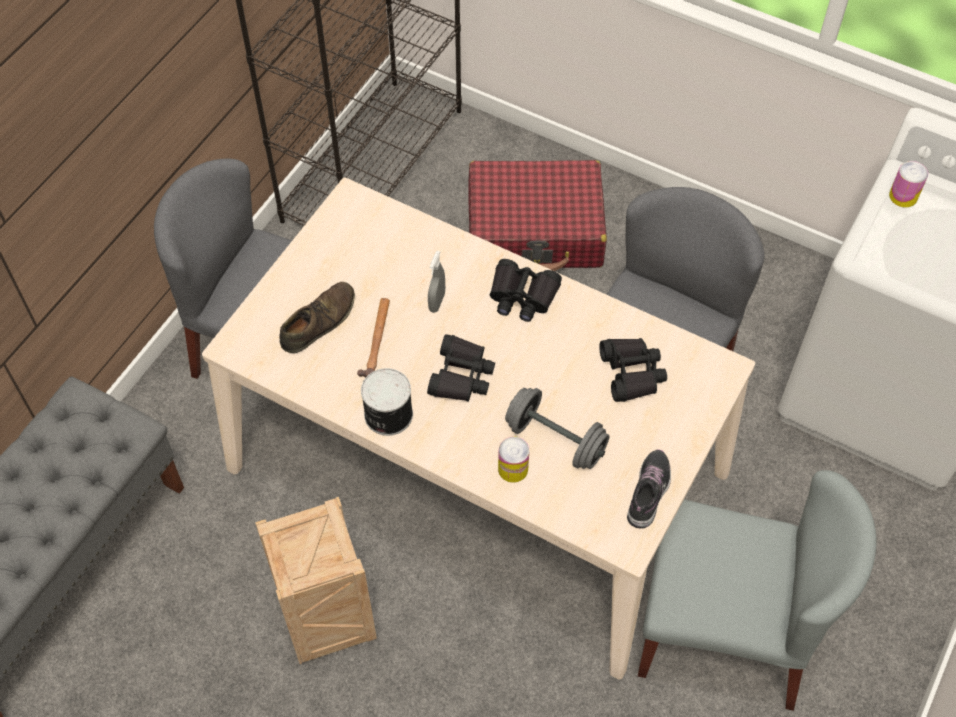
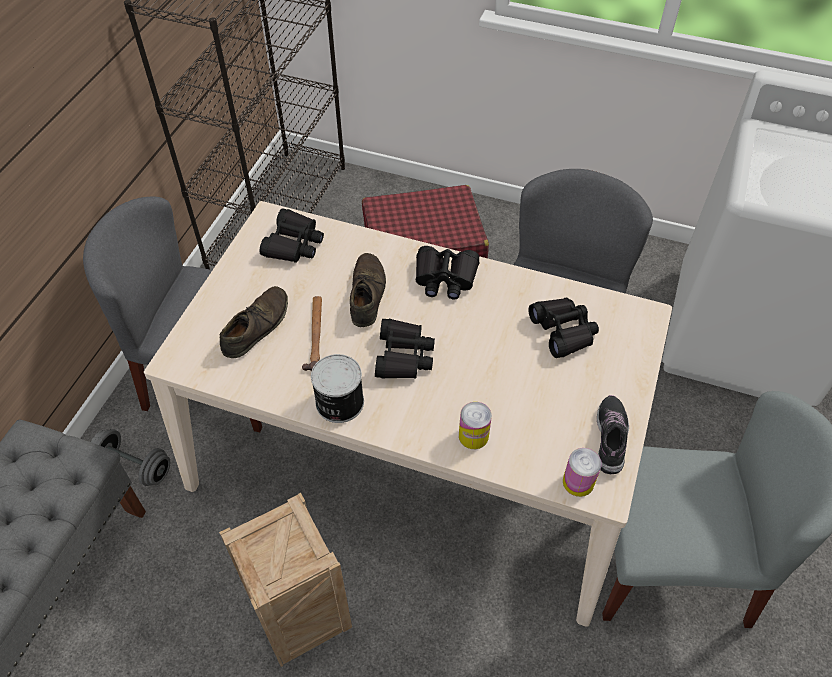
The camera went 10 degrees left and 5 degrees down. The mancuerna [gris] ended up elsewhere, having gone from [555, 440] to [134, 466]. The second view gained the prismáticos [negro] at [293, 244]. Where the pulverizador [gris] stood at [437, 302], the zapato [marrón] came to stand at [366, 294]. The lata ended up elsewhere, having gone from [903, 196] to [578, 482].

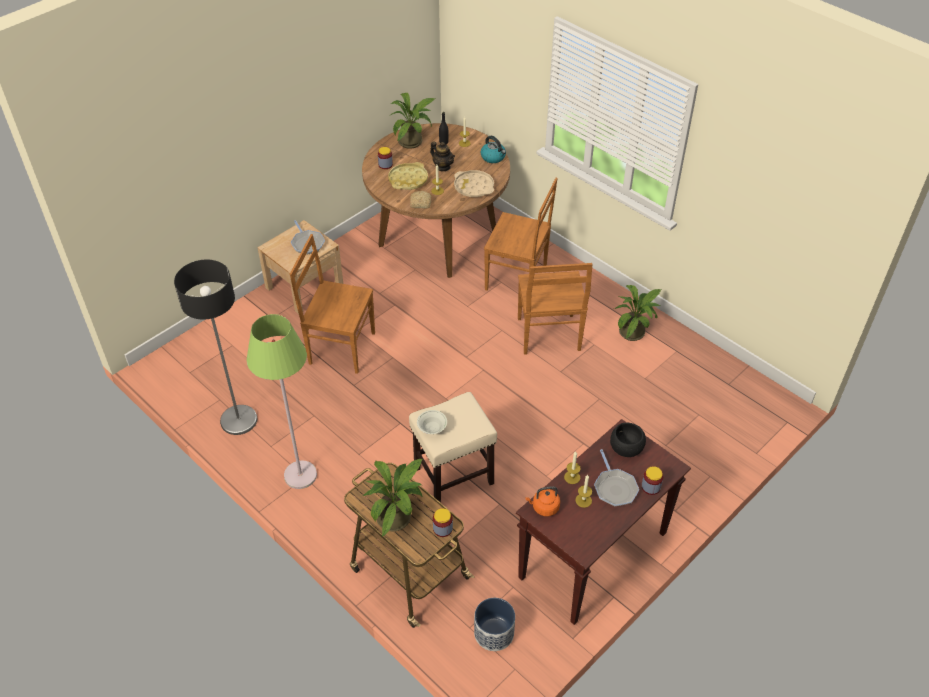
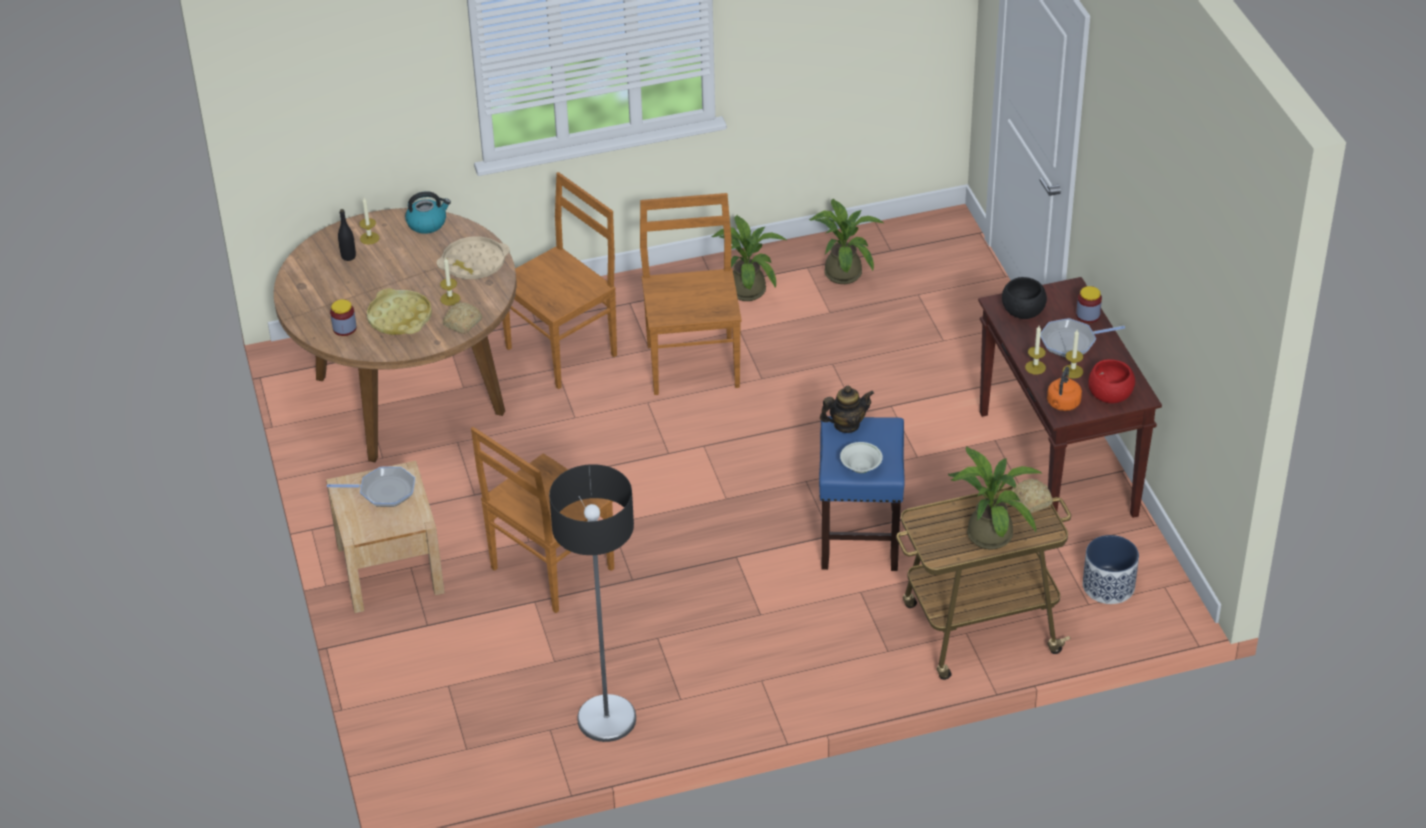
The camera went 60 degrees left and 5 degrees down. The silla [marrón] at [548, 336] ended up facing another way, 120 degrees counterclockwise from before. The planta en maceta ended up elsewhere, having gone from [413, 141] to [843, 271]. What was the taburete [beis] at [453, 476] turned into the taburete [azul] at [860, 538]. The tetera ended up elsewhere, having gone from [443, 167] to [846, 425]. Where the tarro stood at [442, 529], the pan came to stand at [1031, 500]. The sartén at [614, 488] ended up facing another way, 150 degrees clockwise from before. The second view gained the cuenco [rojo] at [1110, 394]. The second view lost the lámpara de pie [verde] at [300, 475].

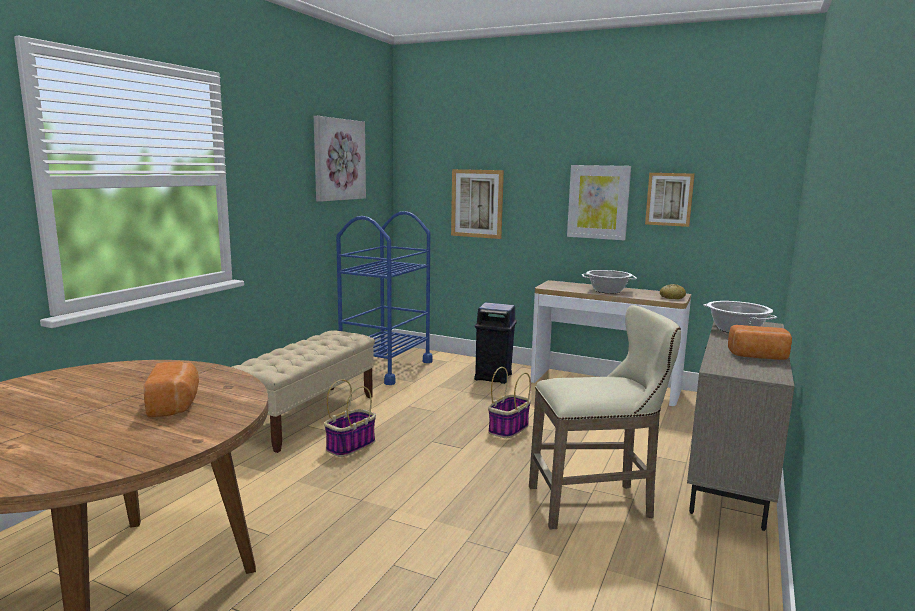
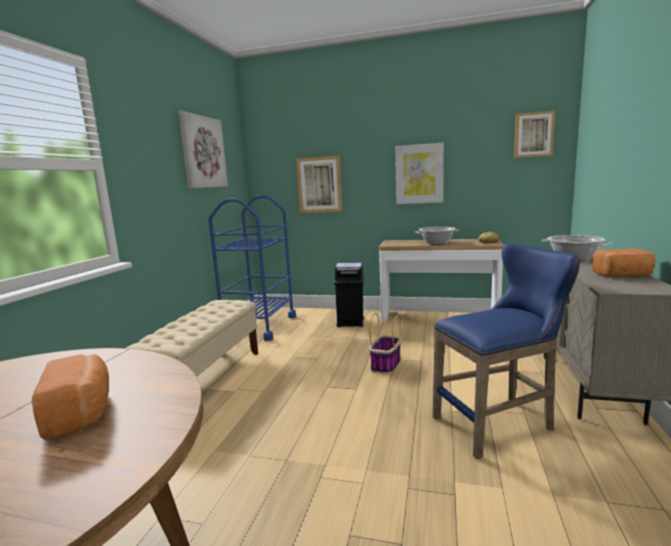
The camera went 10 degrees left and 0 degrees up. What was the taburete [beis] at [597, 504] turned into the taburete [azul] at [499, 424]. The cuadro ended up elsewhere, having gone from [669, 199] to [533, 135]. The second view lost the cesta at [351, 446].

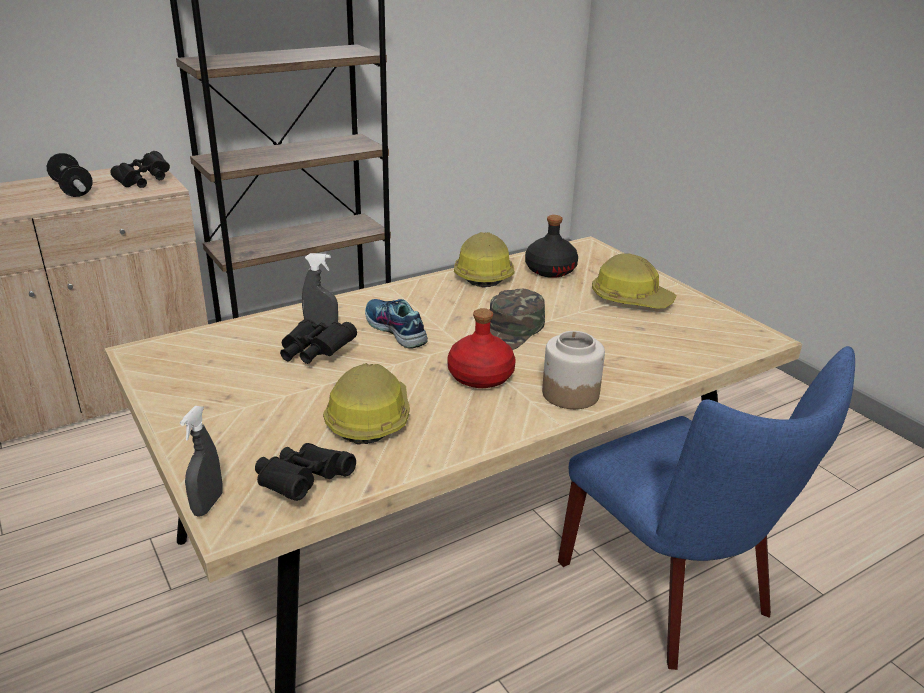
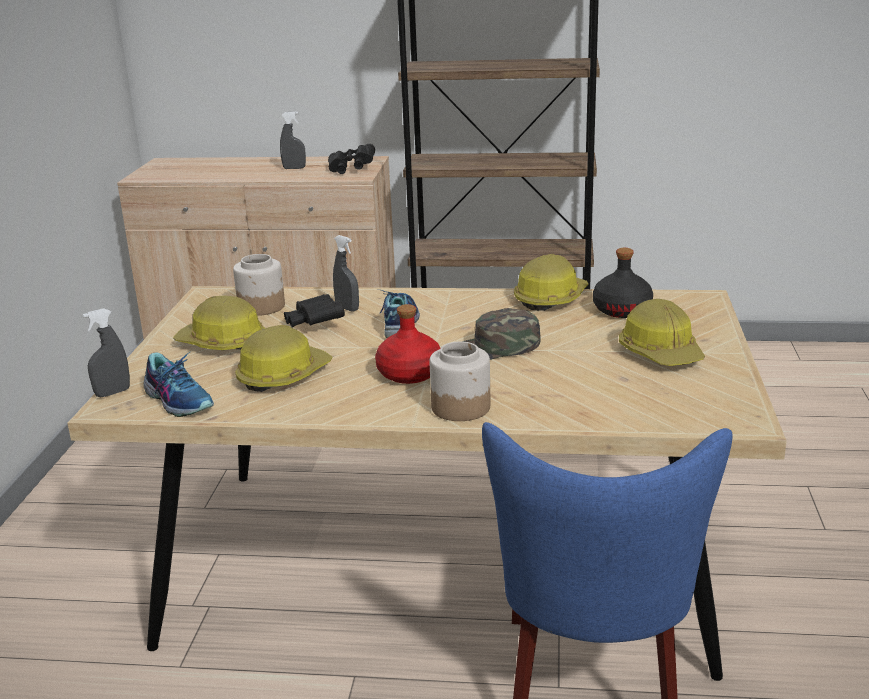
The camera went 40 degrees right and 5 degrees down. Where the prismáticos [negro] stood at [302, 483], the zapato came to stand at [179, 400]. The second view gained the casco at [222, 343]. The second view gained the tarro at [262, 307]. Where the mancuerna stood at [72, 189], the pulverizador [gris] came to stand at [294, 168].

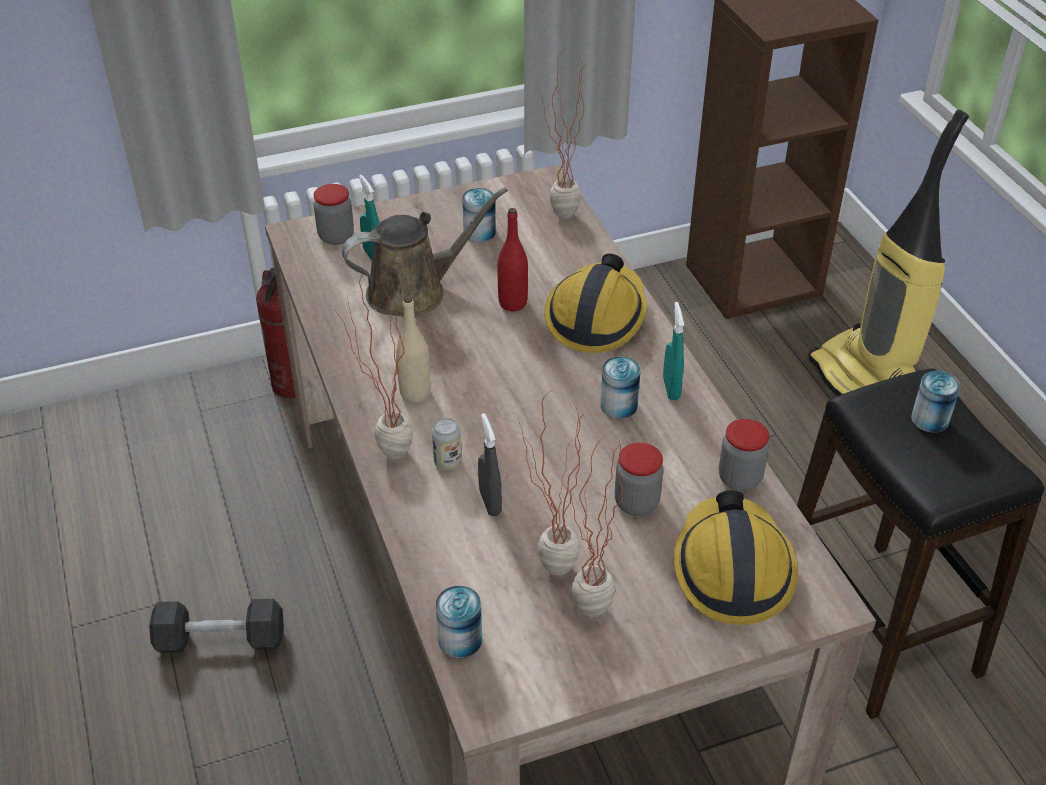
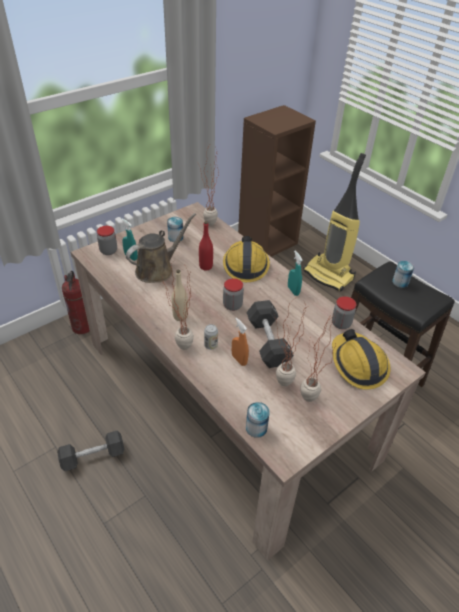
The camera went 20 degrees left and 0 degrees up. The tarro ended up elsewhere, having gone from [636, 503] to [232, 305]. What was the pulverizador [gris] at [490, 502] turned into the pulverizador [naranja] at [239, 359]. The second view gained the mancuerna [negro] at [268, 342]. The second view lost the lata at [618, 405].

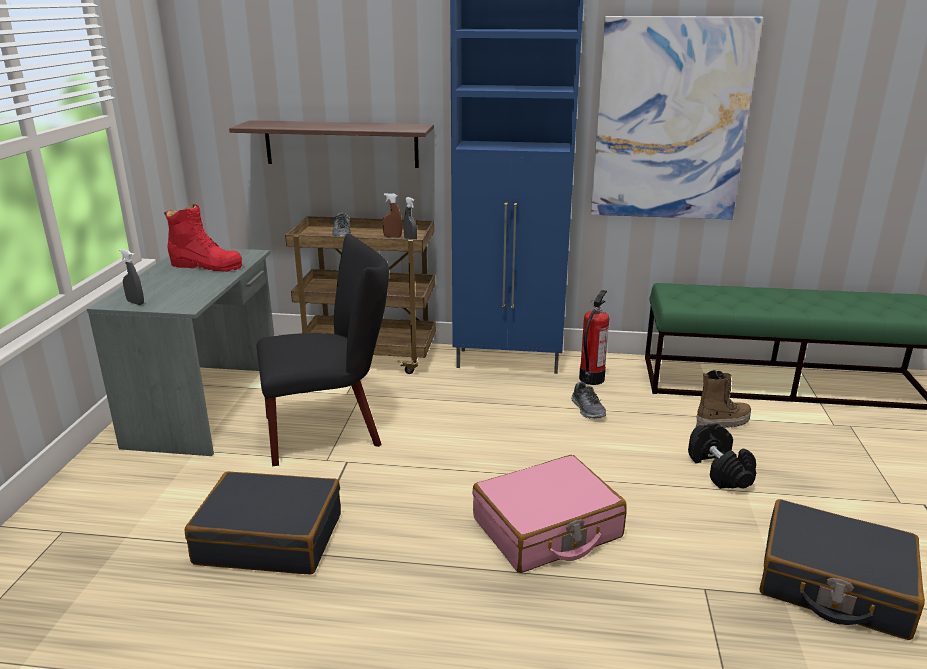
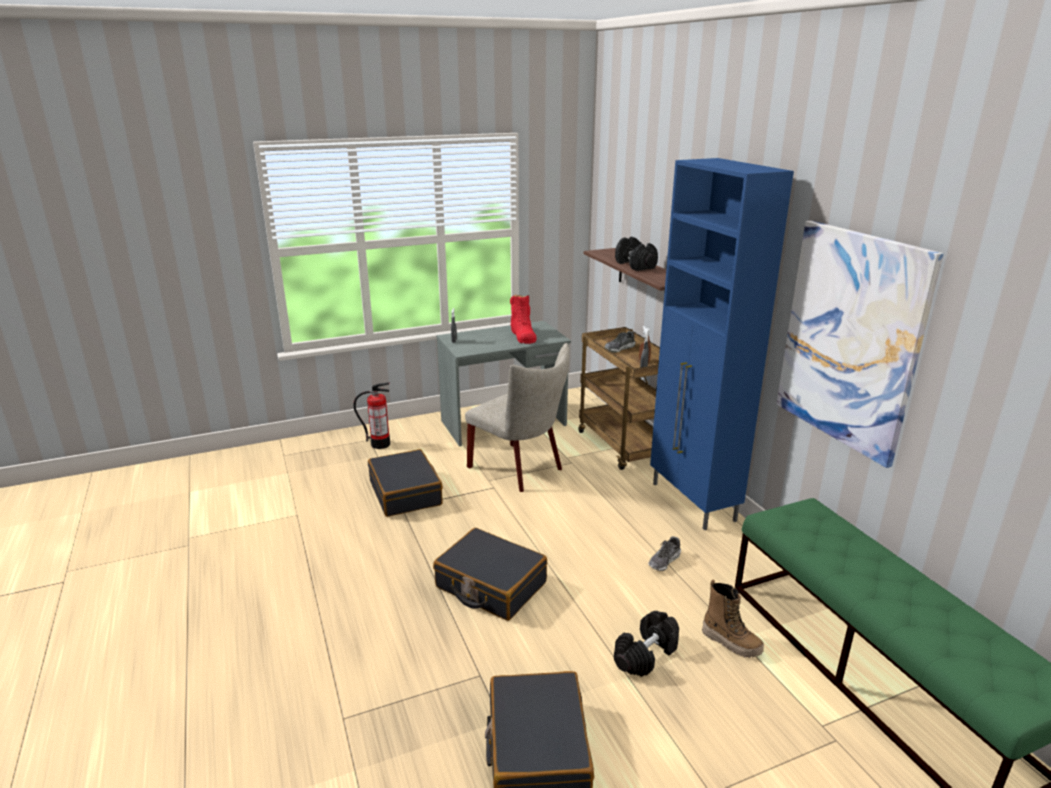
The camera went 60 degrees right and 0 degrees up. The extintor ended up elsewhere, having gone from [591, 379] to [380, 444]. What was the maleta [rosa] at [547, 529] turned into the maleta [negro] at [490, 585]. What was the silla [negro] at [331, 430] turned into the silla [beis] at [520, 469]. The second view gained the mancuerna [negro] at [636, 265].

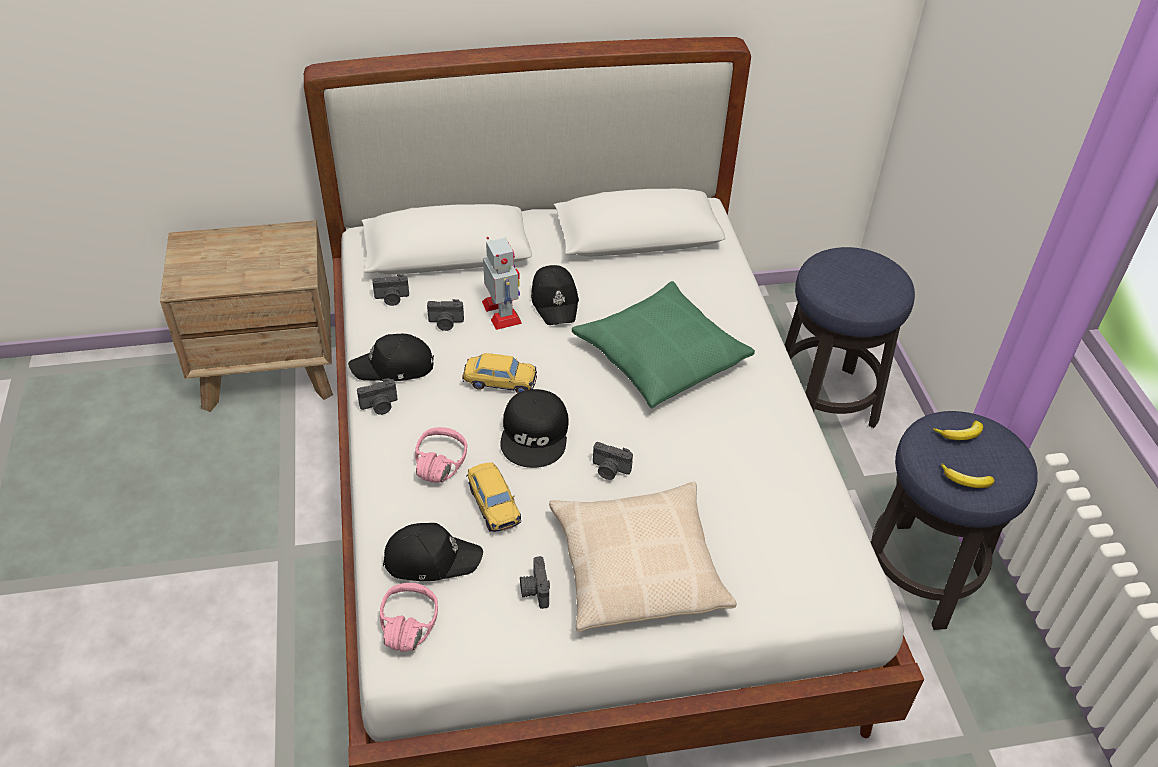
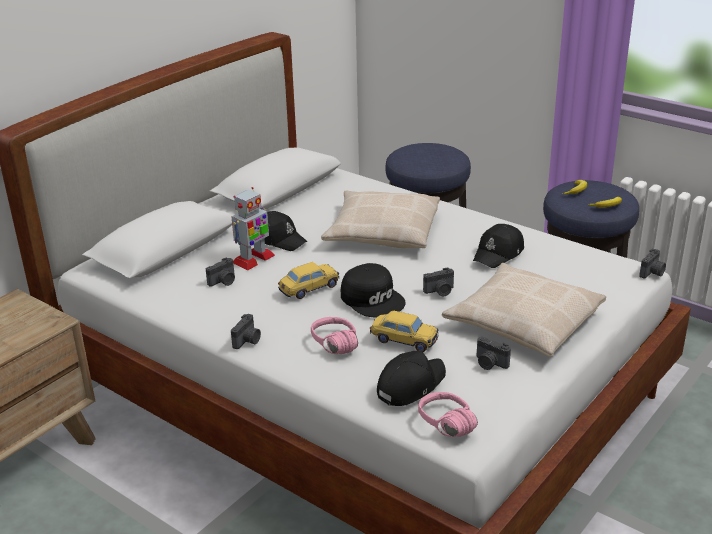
The camera went 40 degrees left and 15 degrees down. The robot de juguete at [502, 313] ended up facing another way, 105 degrees clockwise from before. What was the cojín [verde] at [660, 356] turned into the cojín [beis] at [382, 232]. The gorra [negro] ended up elsewhere, having gone from [394, 367] to [499, 253]. The cámara ended up elsewhere, having gone from [392, 298] to [652, 273].

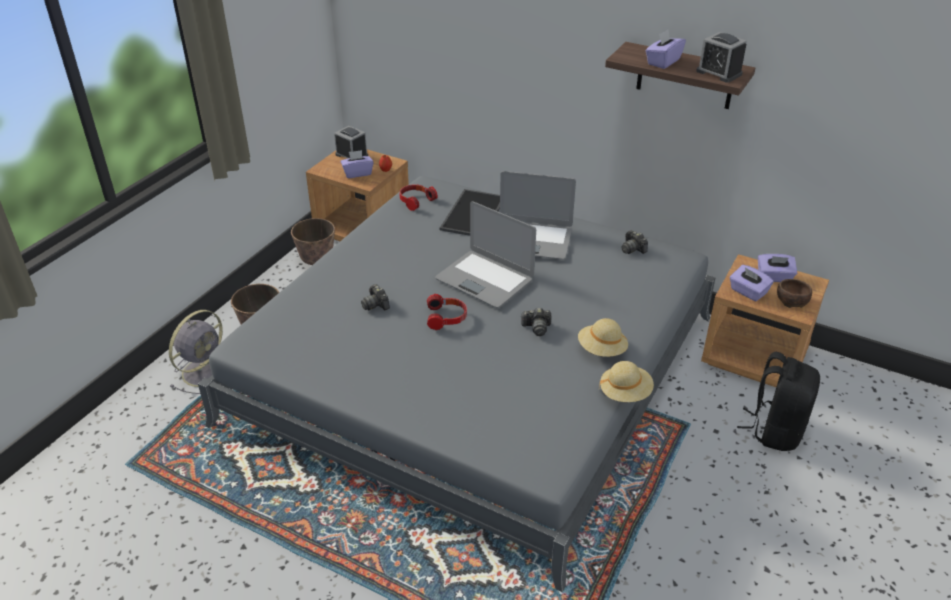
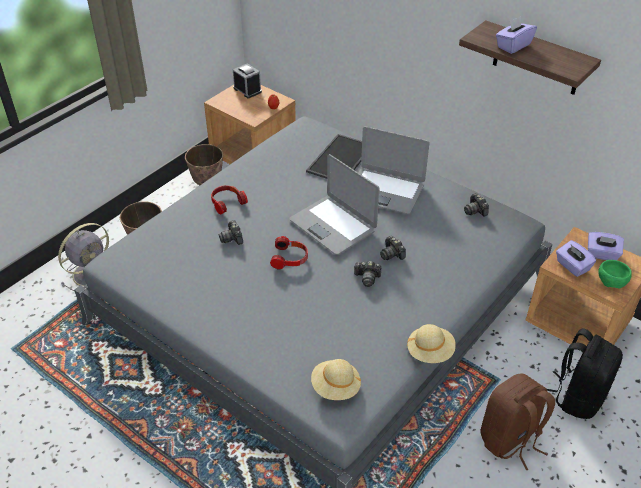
The camera went 10 degrees right and 5 degrees up. The auriculares ended up elsewhere, having gone from [415, 201] to [227, 202]. The sombrero [beis] ended up elsewhere, having gone from [601, 350] to [335, 387]. The second view gained the cámara at [392, 254]. The second view gained the mochila [marrón] at [510, 440]. What was the cuenco [marrón] at [791, 300] turned into the cuenco [verde] at [611, 280]. The second view lost the caja de pañuelos [morado] at [357, 173]. The second view lost the despertador at [719, 73].

